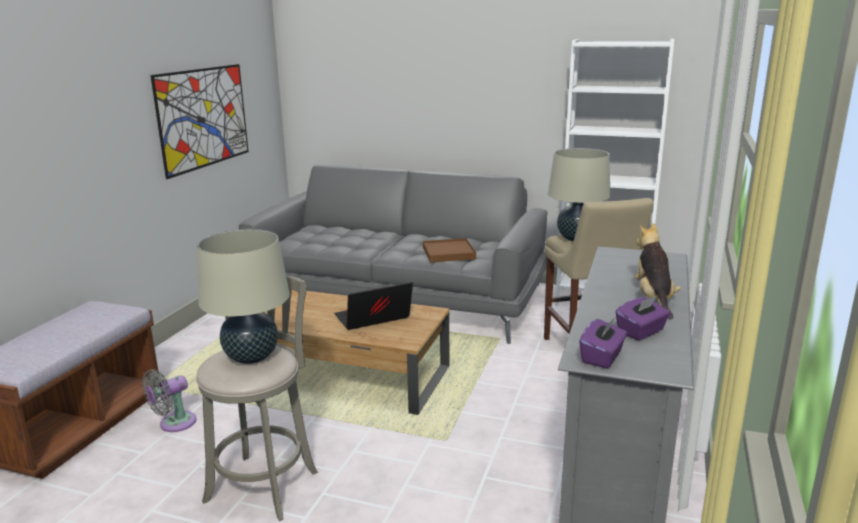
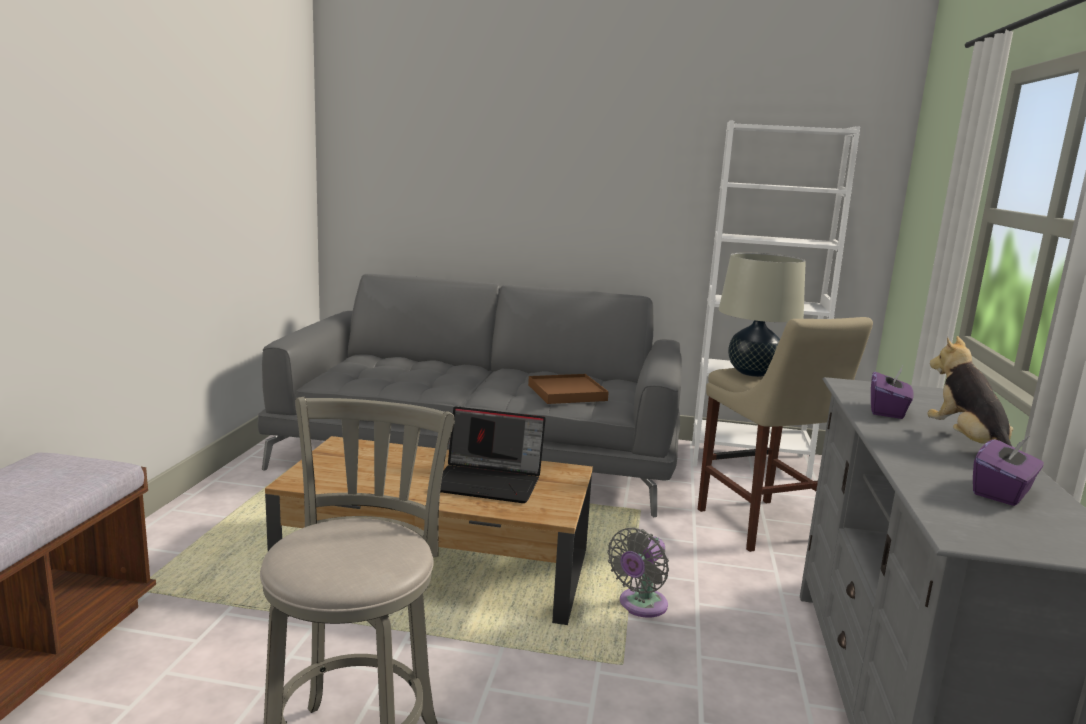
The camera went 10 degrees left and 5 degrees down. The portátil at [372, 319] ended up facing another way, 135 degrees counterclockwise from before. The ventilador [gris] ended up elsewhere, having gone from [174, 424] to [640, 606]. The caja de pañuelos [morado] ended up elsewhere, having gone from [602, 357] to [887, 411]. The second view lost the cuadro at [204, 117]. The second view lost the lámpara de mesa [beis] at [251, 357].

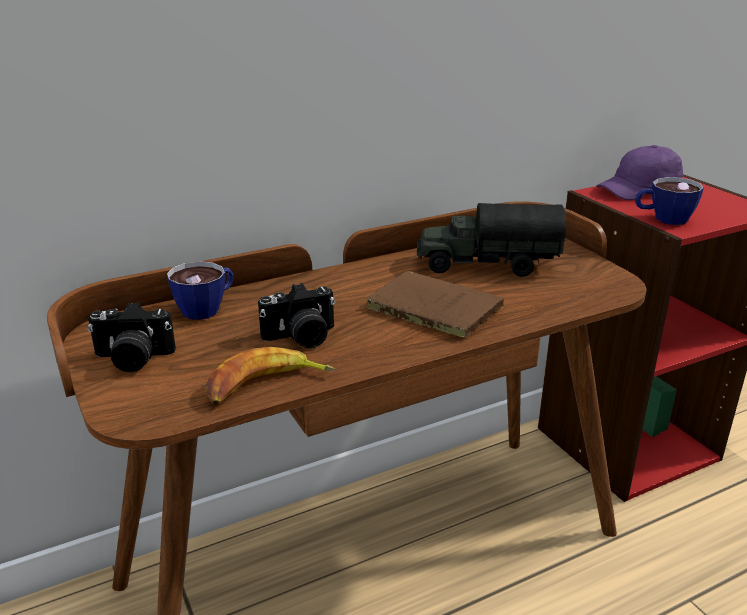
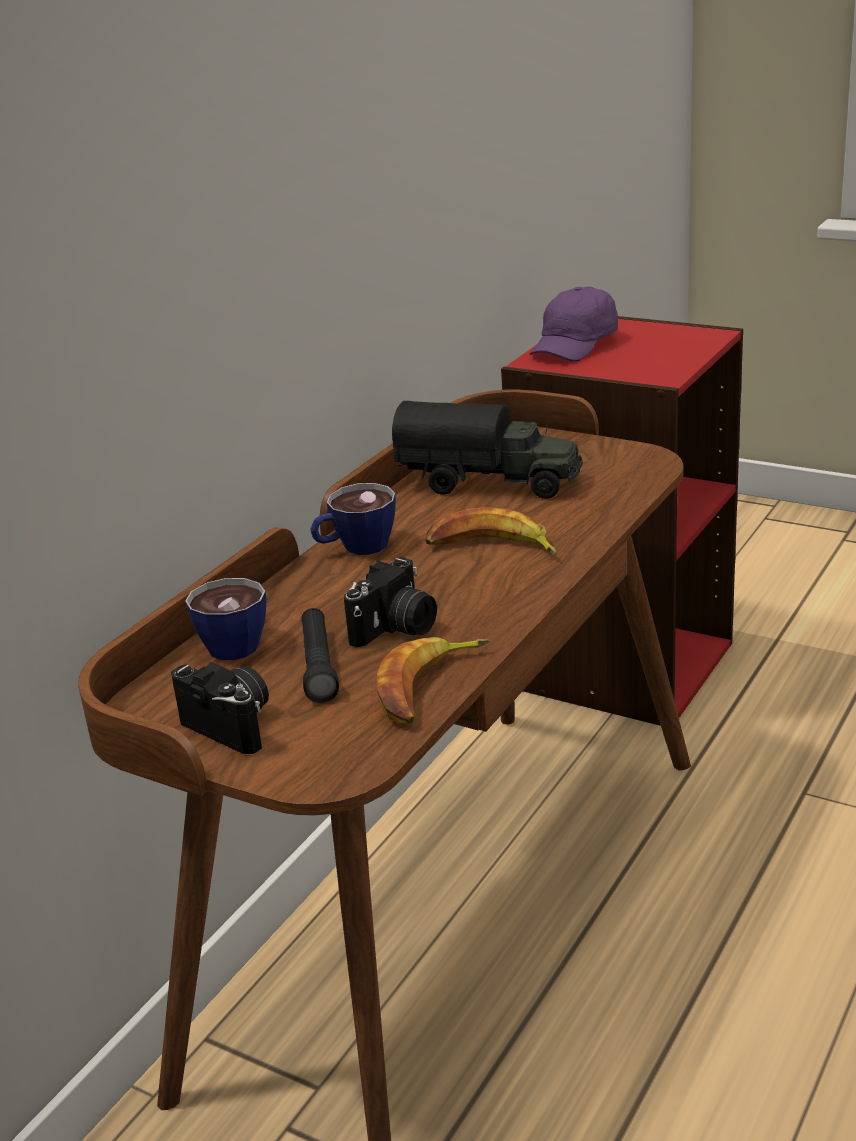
The camera went 30 degrees left and 0 degrees up. The cámara at [132, 359] ended up facing another way, 105 degrees counterclockwise from before. The second view gained the linterna [negro] at [318, 666]. The taza ended up elsewhere, having gone from [663, 219] to [355, 548]. The camión de juguete at [486, 265] ended up facing another way, 135 degrees counterclockwise from before. Where the libro [marrón] stood at [431, 307], the plátano came to stand at [491, 547].

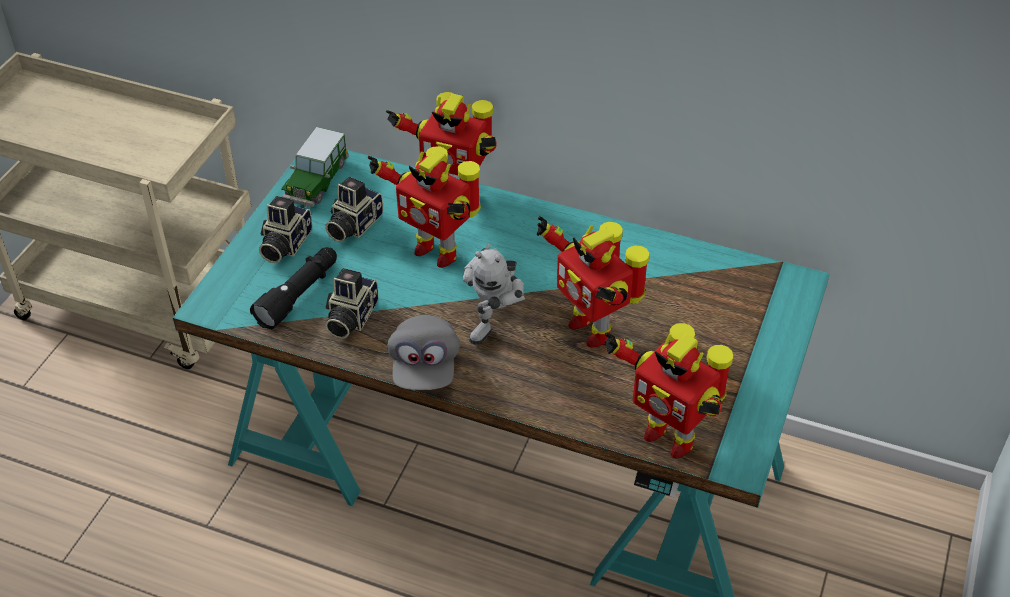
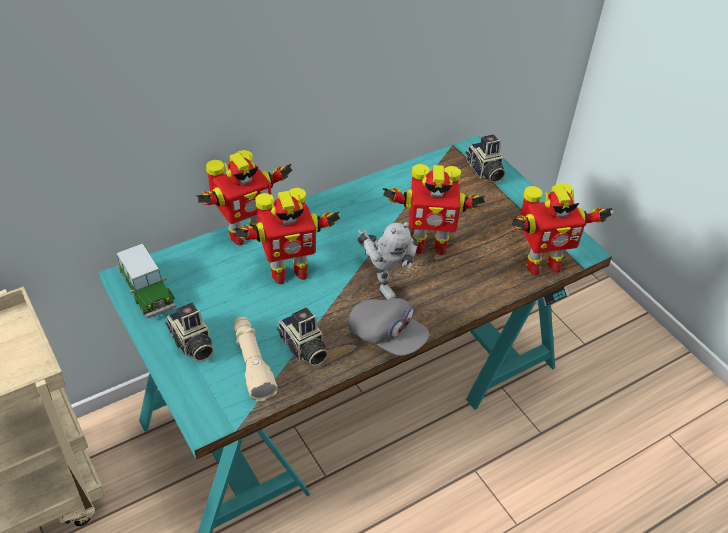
The camera went 55 degrees left and 0 degrees up. What was the linterna [negro] at [299, 295] turned into the linterna [beis] at [252, 363]. The cámara ended up elsewhere, having gone from [353, 225] to [484, 171].

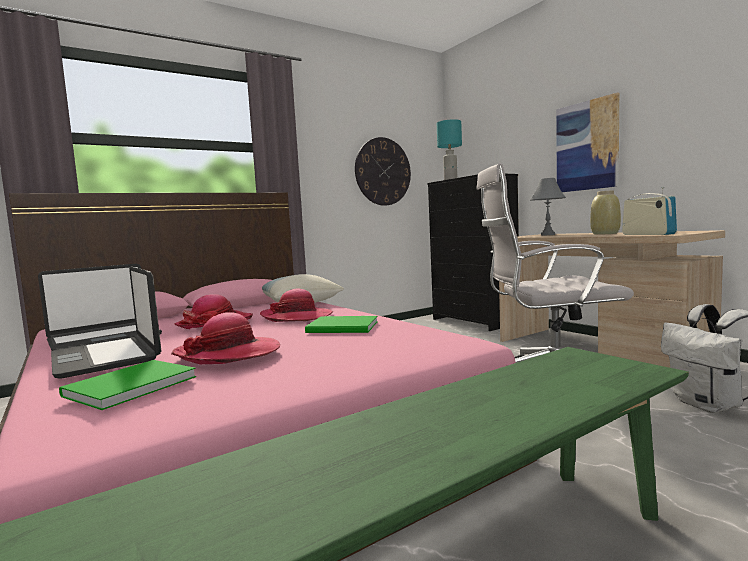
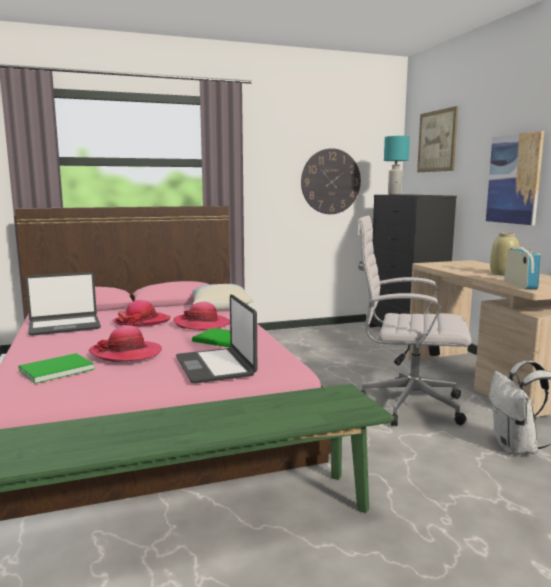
The camera went 15 degrees right and 5 degrees up. The portátil ended up elsewhere, having gone from [107, 357] to [216, 366]. The second view gained the cuadro at [437, 141]. The second view lost the lámpara de mesa [gris] at [547, 235].

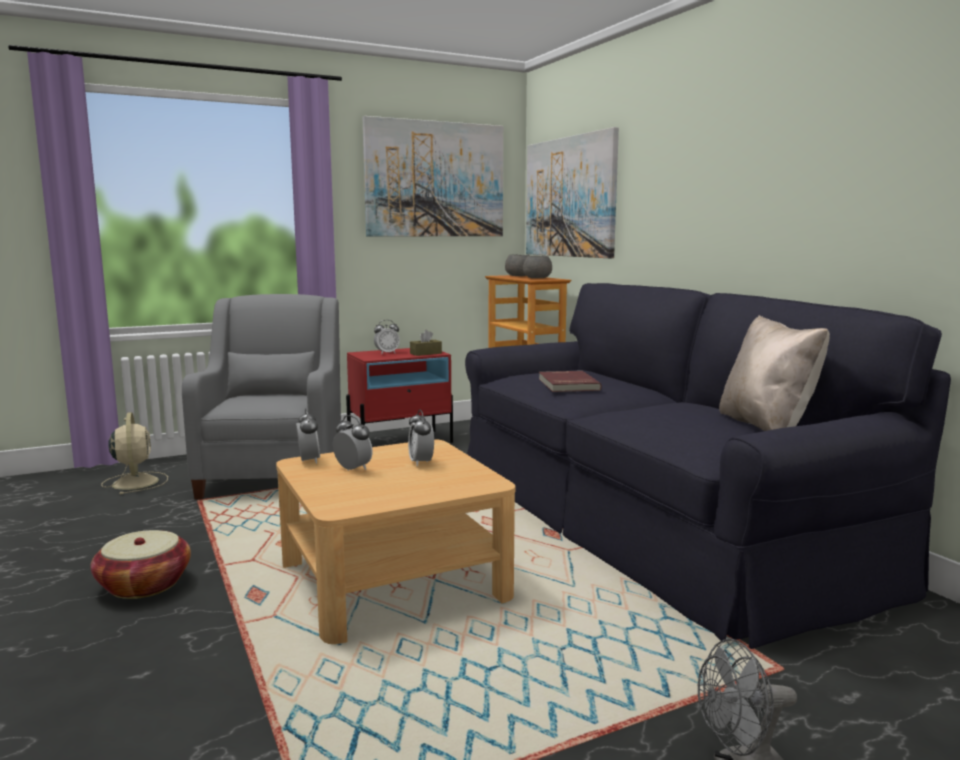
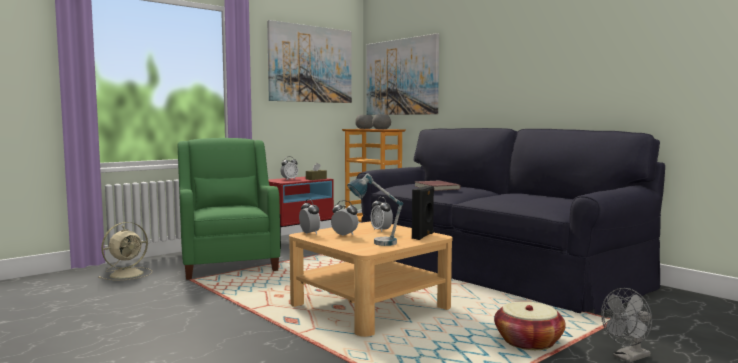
The camera went 15 degrees left and 5 degrees down. The ventilador [beis] at [135, 482] ended up facing another way, 75 degrees clockwise from before. What was the sillón [gris] at [275, 473] turned into the sillón [verde] at [228, 262]. The second view gained the lámpara de mesa at [374, 243]. The second view gained the altavoz [negro] at [423, 236]. The cesta ended up elsewhere, having gone from [144, 585] to [528, 342]. The second view lost the cojín [beis] at [767, 426].

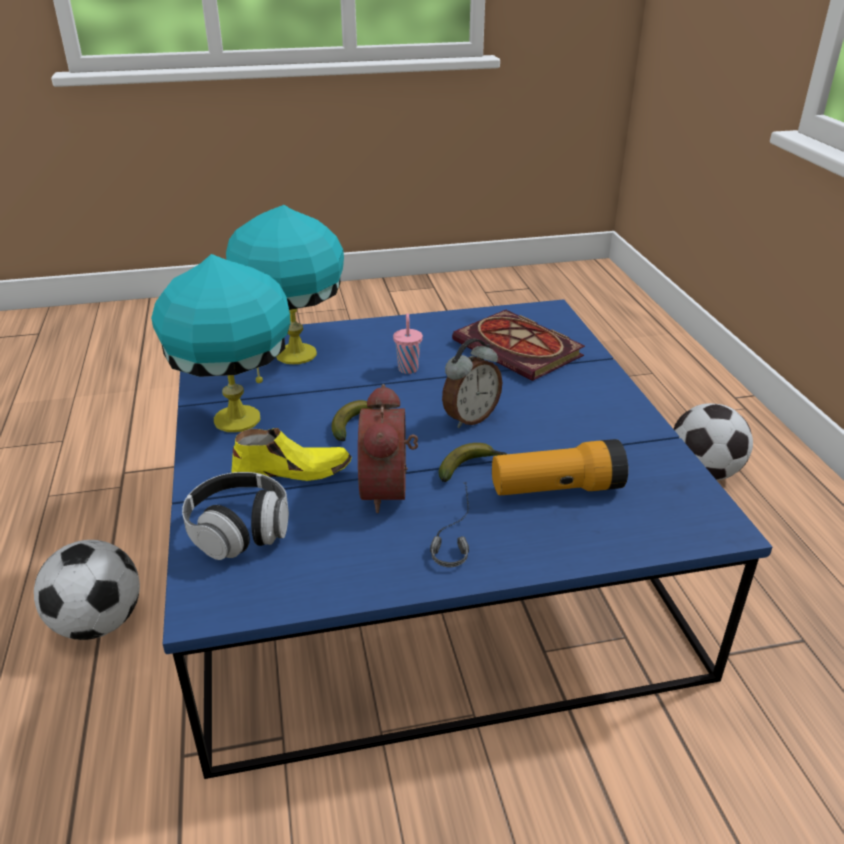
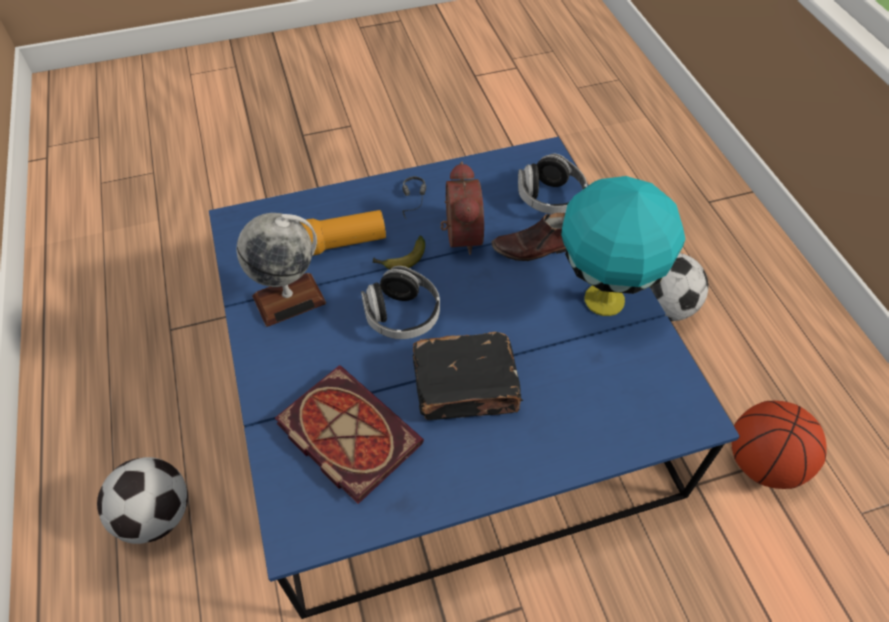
The camera went 175 degrees right and 20 degrees up. The second view gained the globo terráqueo at [289, 299]. Where the despertador stood at [469, 418], the auriculares came to stand at [402, 315]. Where the taza [rosa] stood at [408, 368], the libro [negro] came to stand at [467, 387]. What was the zapato [amarillo] at [292, 471] turned into the zapato [marrón] at [535, 248]. The second view gained the balón de baloncesto at [762, 463]. The second view lost the lámpara de mesa [turquesa] at [294, 354]. The second view lost the plátano at [356, 424].

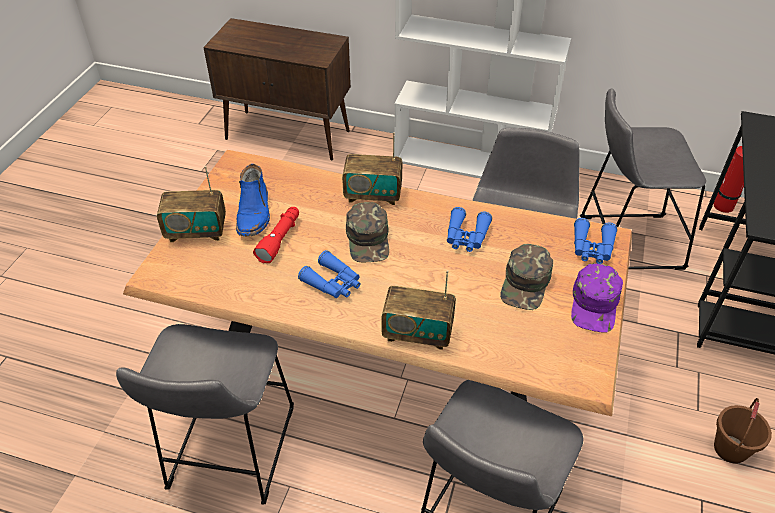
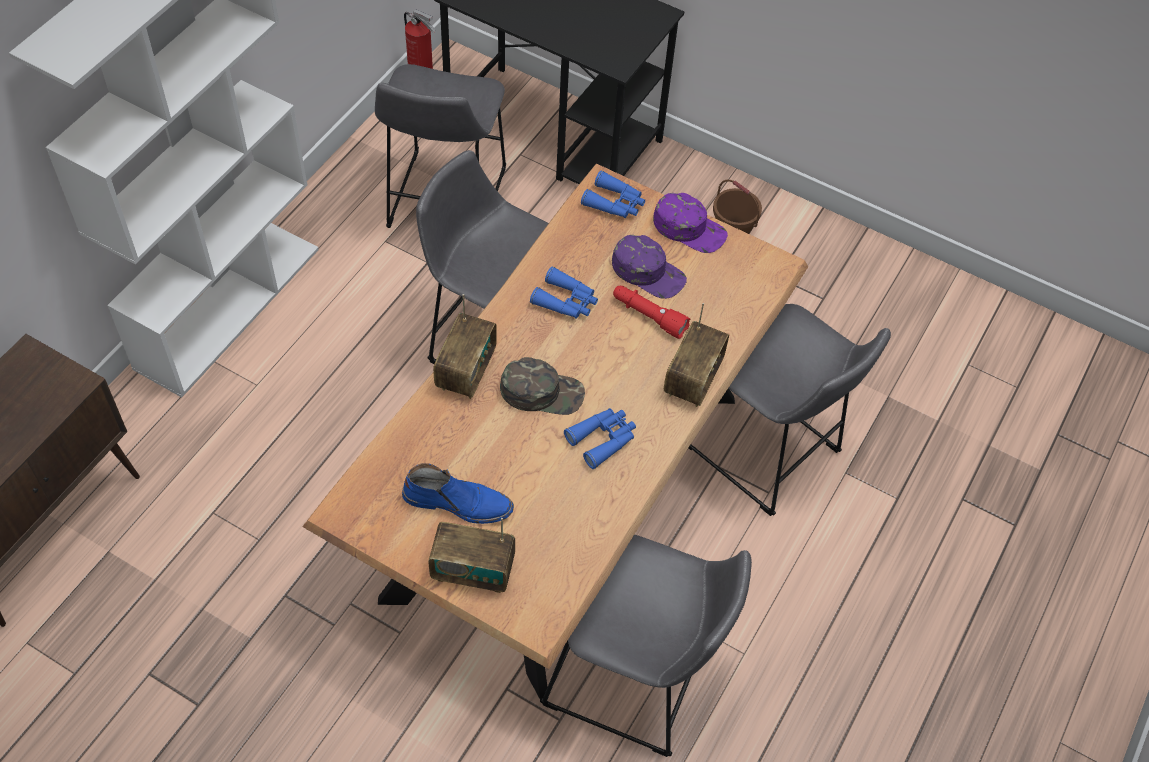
The camera went 80 degrees left and 10 degrees up. The radio at [196, 231] ended up facing another way, 90 degrees clockwise from before. What was the gorra [verde] at [526, 283] turned into the gorra [morado] at [648, 272]. The linterna [rojo] ended up elsewhere, having gone from [280, 239] to [648, 316].

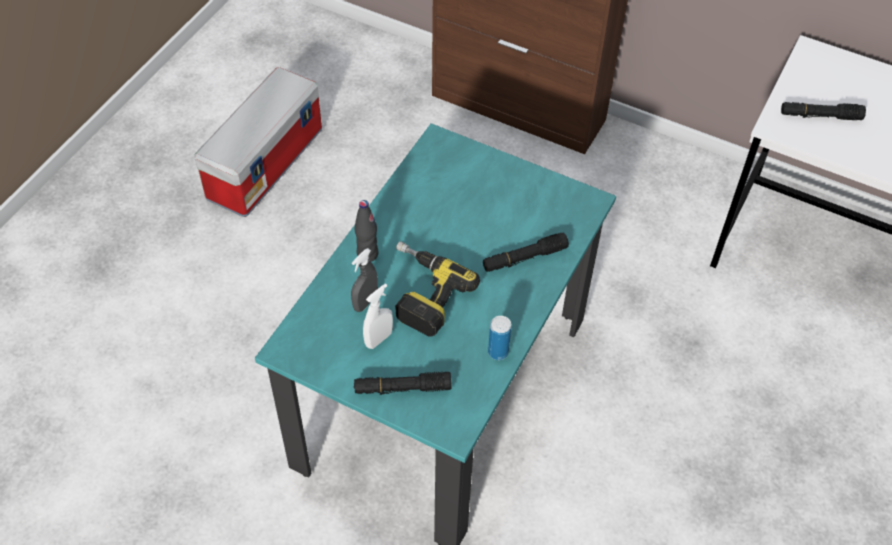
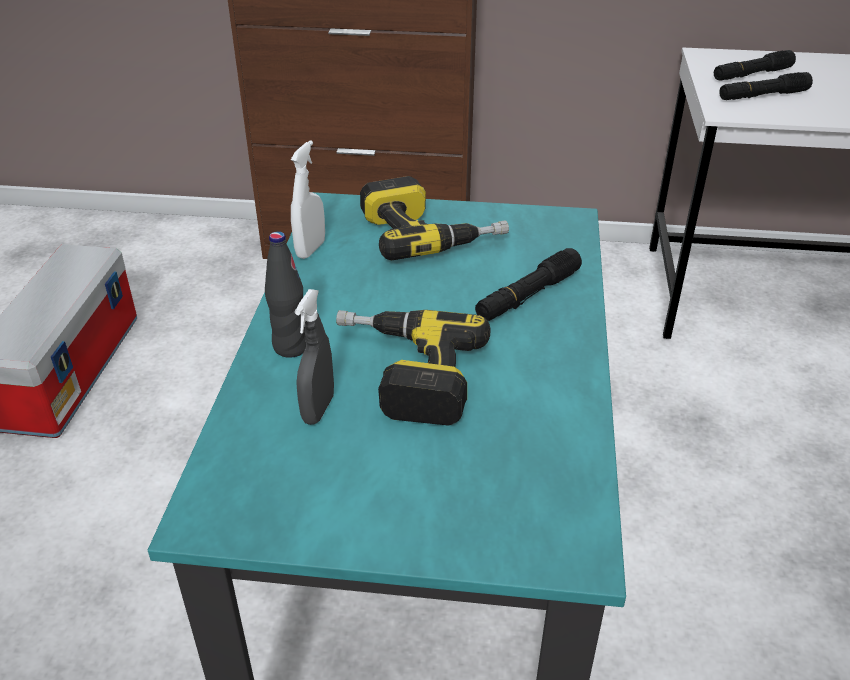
The camera went 20 degrees left and 15 degrees down. The pulverizador [blanco] ended up elsewhere, having gone from [378, 339] to [310, 249]. The second view gained the taladro at [430, 232]. The linterna [negro] ended up elsewhere, having gone from [402, 388] to [752, 74]. The second view lost the lata at [498, 352].

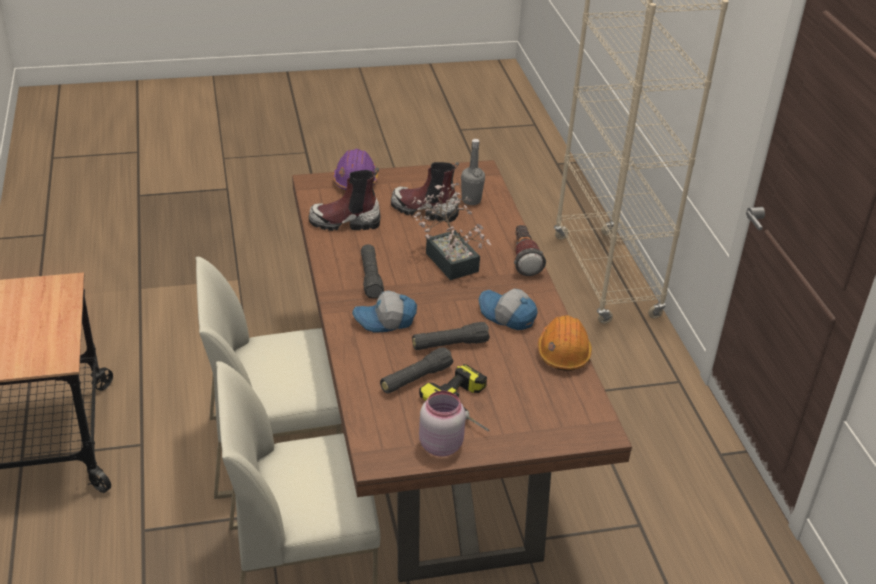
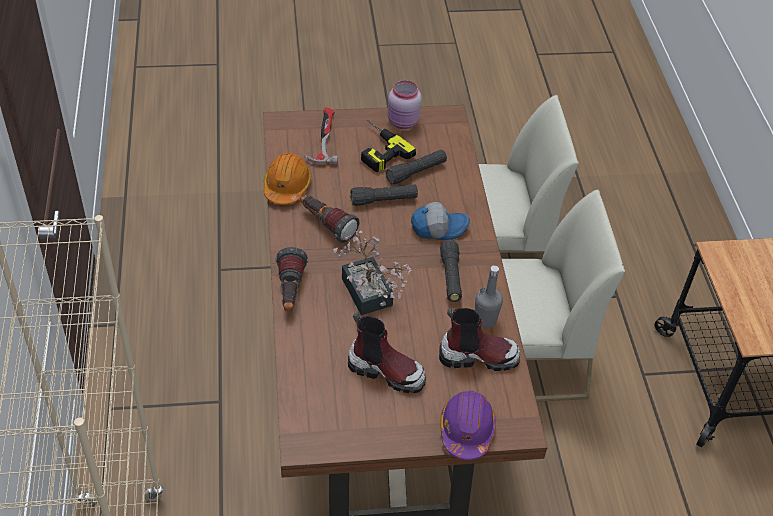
The camera went 175 degrees left and 10 degrees up. Where the gorra stood at [506, 316], the linterna came to stand at [326, 225]. The second view gained the martillo at [323, 138]. The botella [gris] ended up elsewhere, having gone from [471, 200] to [485, 320].

